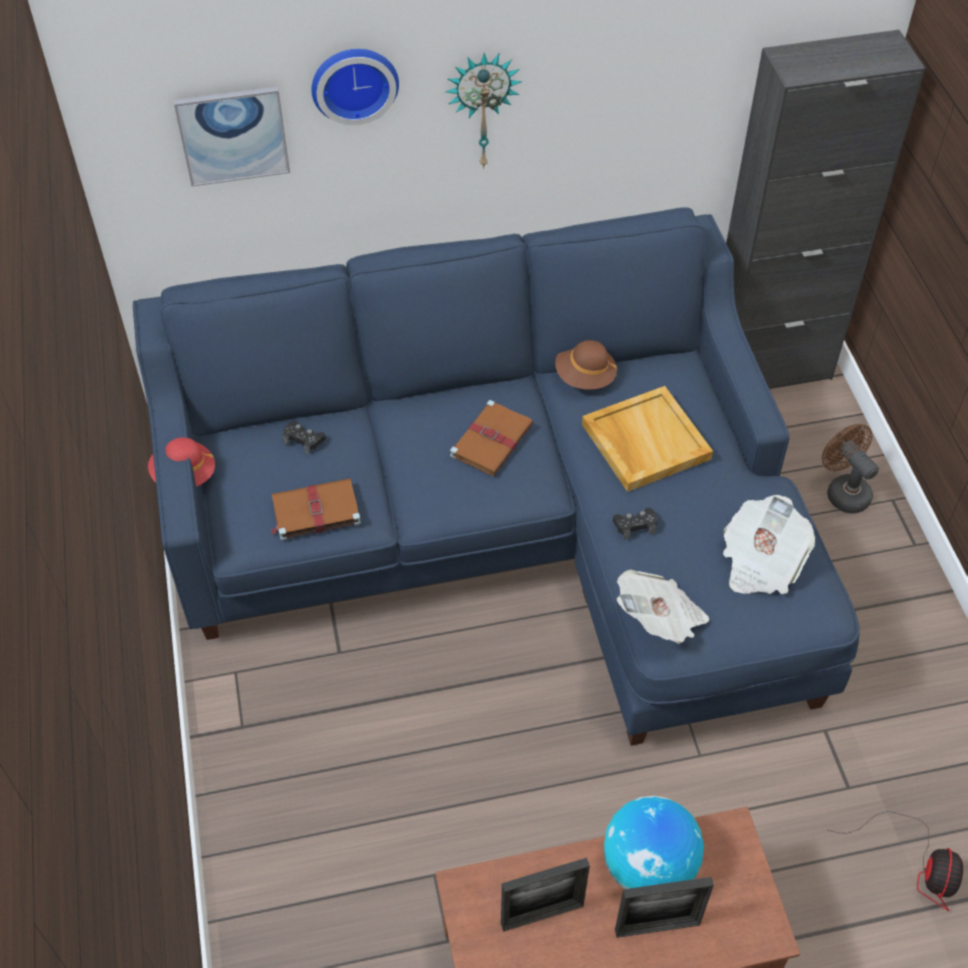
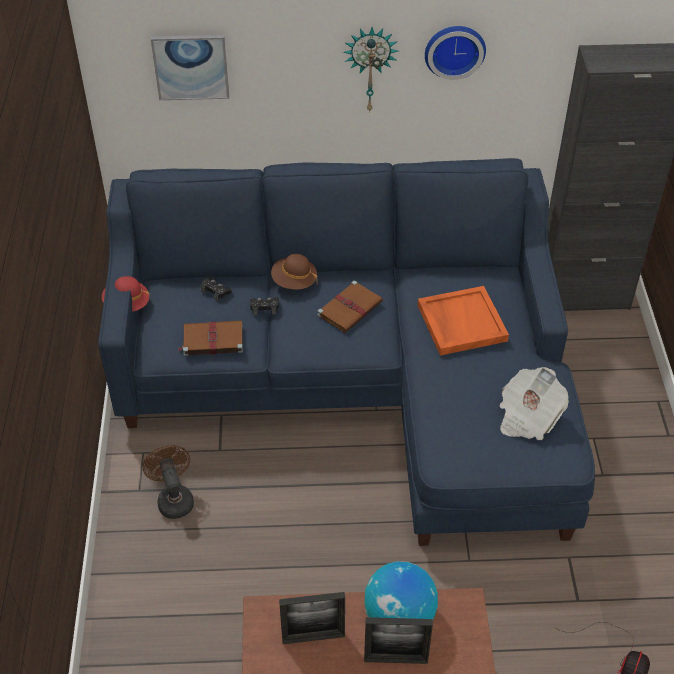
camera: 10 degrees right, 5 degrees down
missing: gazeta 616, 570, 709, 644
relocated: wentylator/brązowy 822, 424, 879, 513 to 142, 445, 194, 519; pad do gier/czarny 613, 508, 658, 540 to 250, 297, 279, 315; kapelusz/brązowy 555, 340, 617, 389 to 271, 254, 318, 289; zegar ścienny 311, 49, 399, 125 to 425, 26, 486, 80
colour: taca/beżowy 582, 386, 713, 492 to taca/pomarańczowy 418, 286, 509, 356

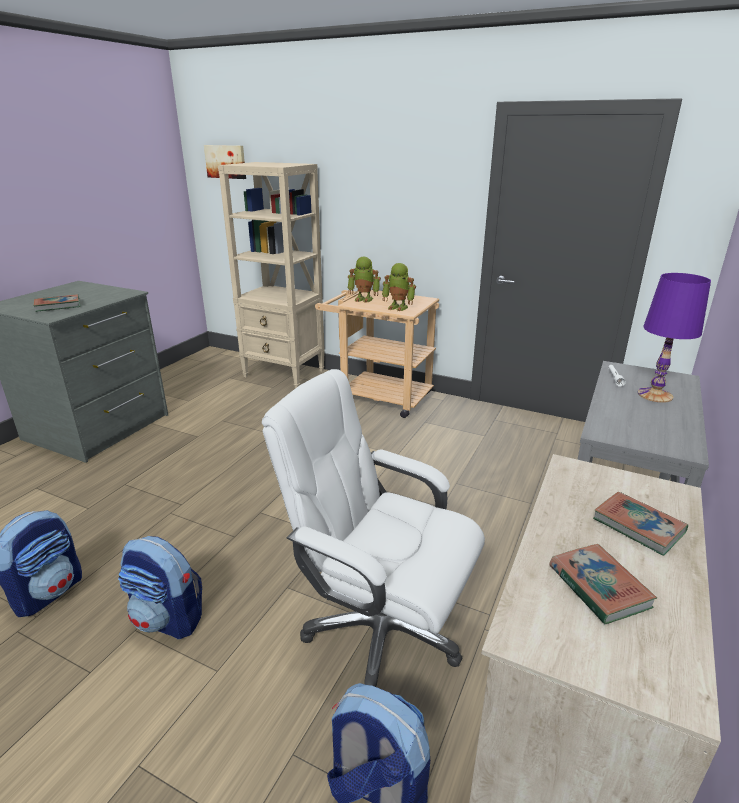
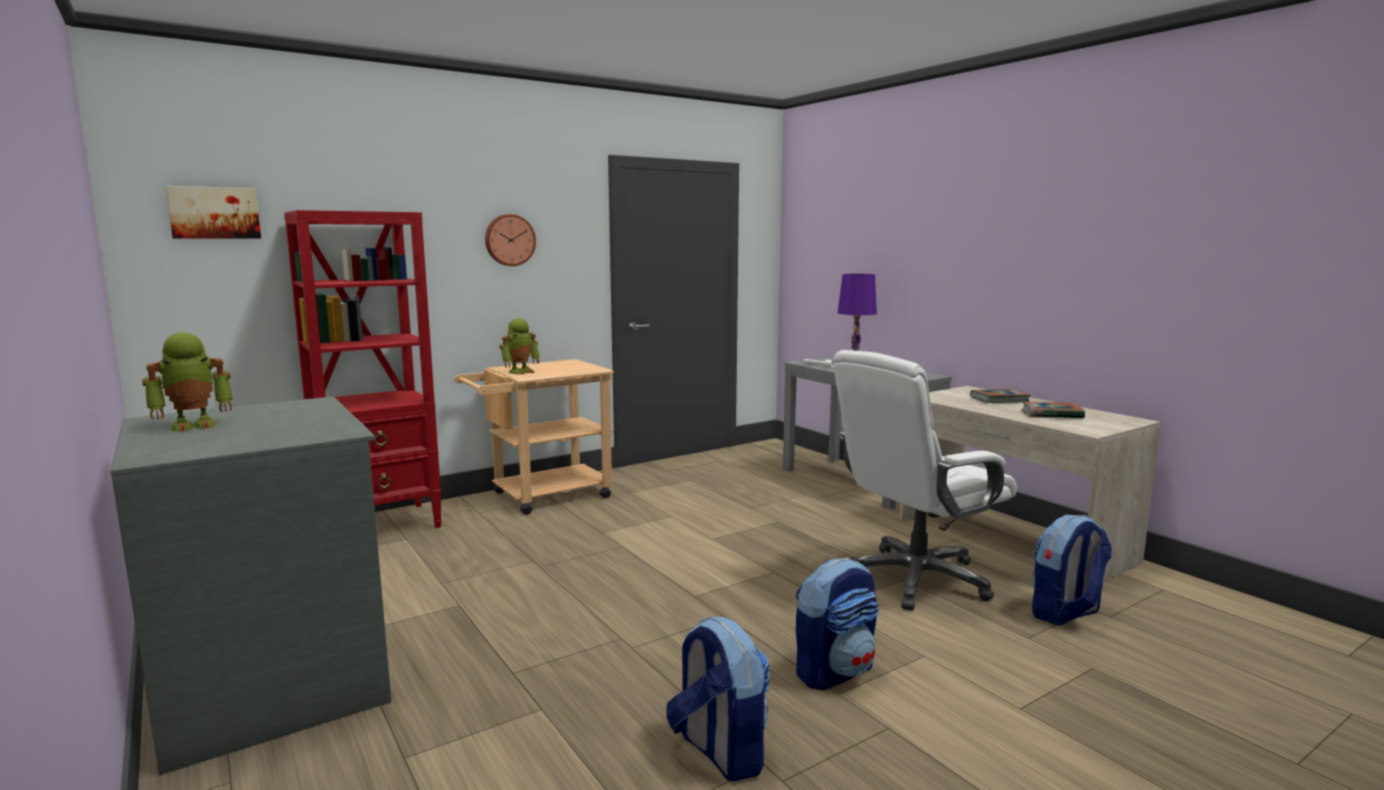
camera: 60 degrees left, 15 degrees down
missing: książka 33, 294, 80, 312
appeared: zegar ścienny 485, 214, 536, 266
relocated: robot zabawkowy 382, 263, 416, 311 to 142, 332, 233, 432
colour: regał/beżowy 218, 162, 325, 388 to regał/czerwony 284, 210, 442, 528

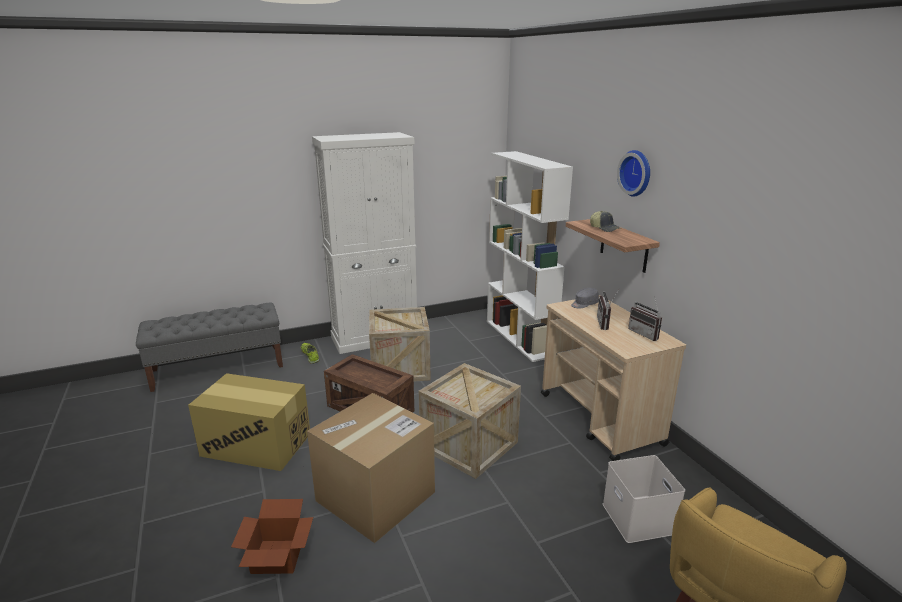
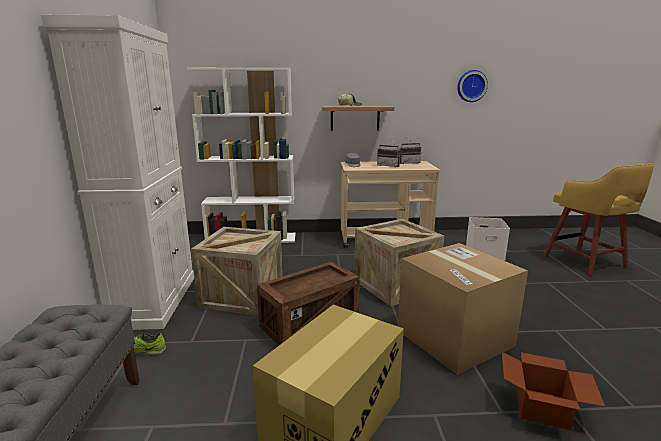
camera: 70 degrees left, 5 degrees down
relocated: zegar ścienny 617, 150, 650, 197 to 457, 70, 488, 102

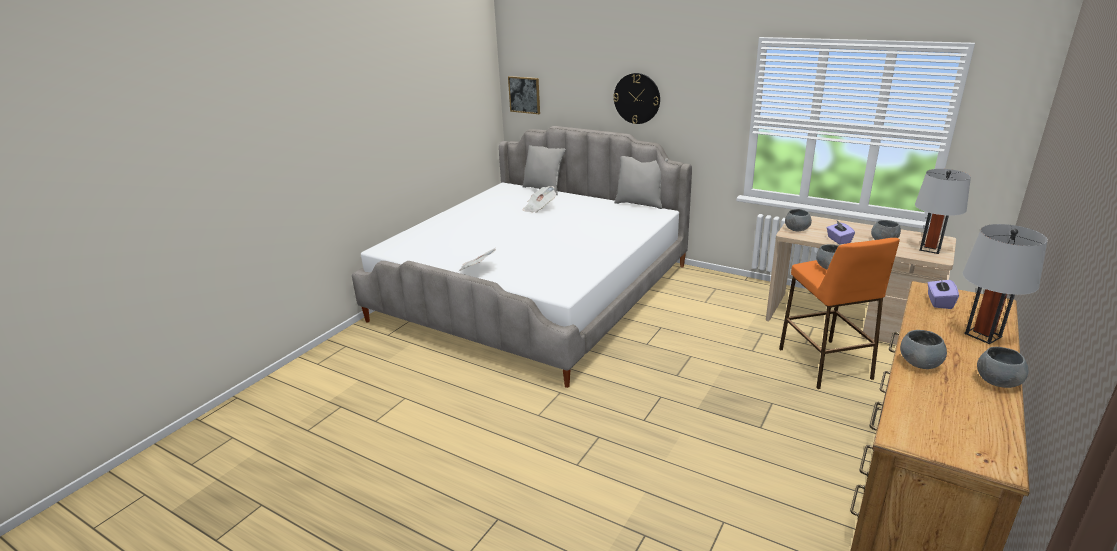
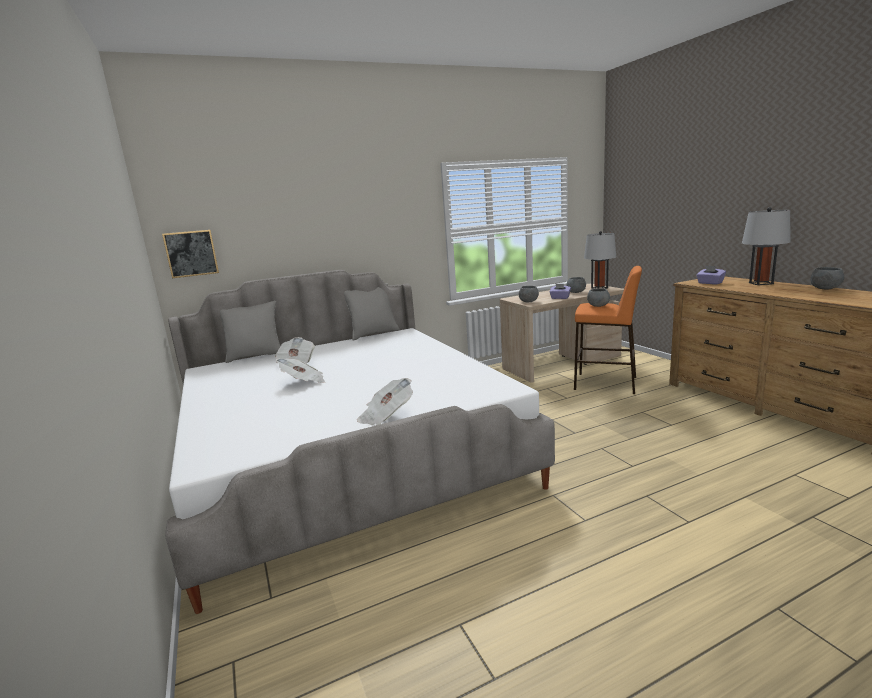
camera: 55 degrees left, 10 degrees down
missing: zegar ścienny 613, 73, 660, 124; miska/szary 900, 330, 947, 369
appeared: gazeta 276, 359, 325, 383

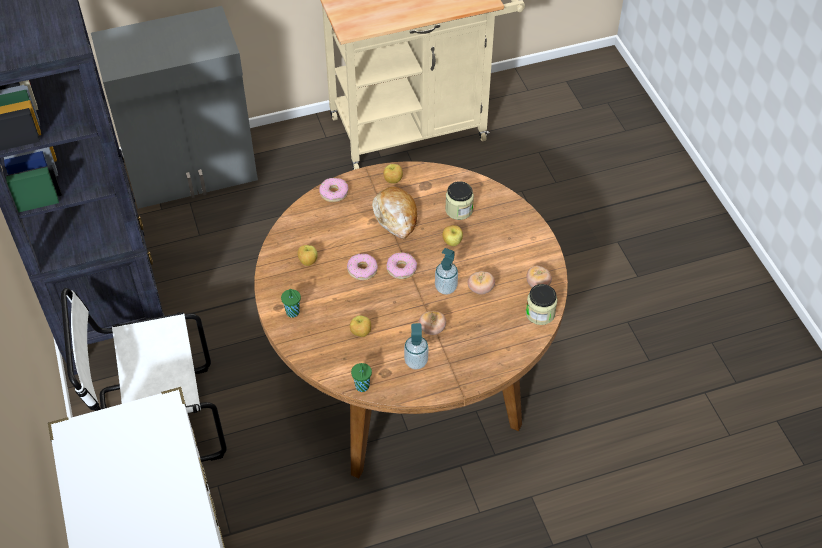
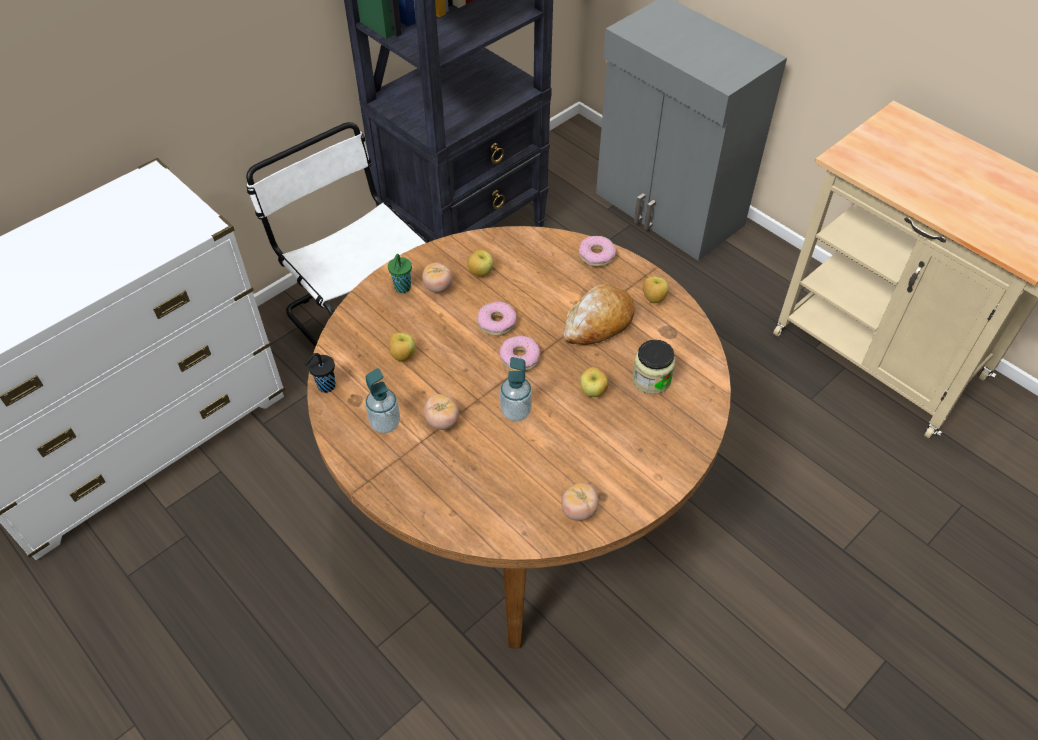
camera: 65 degrees right, 0 degrees up
missing: słoik 526, 284, 558, 325
relocated: pomidor 468, 271, 495, 295 to 422, 262, 453, 293
colour: filiżanka/zielony 351, 363, 372, 392 to filiżanka/czarny 304, 353, 336, 393

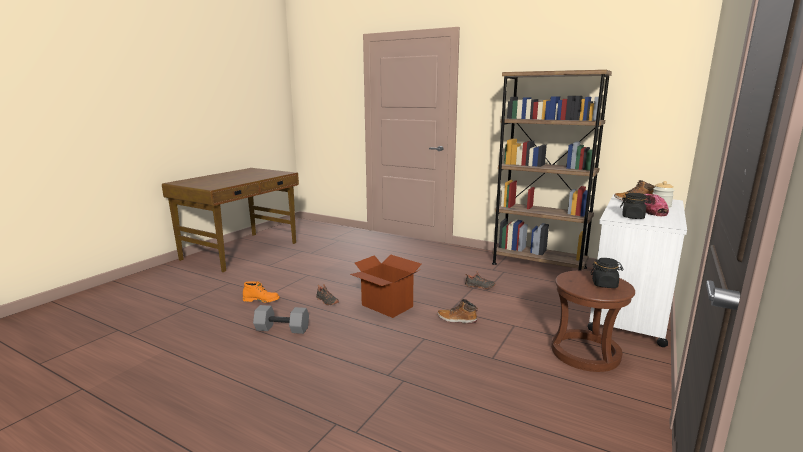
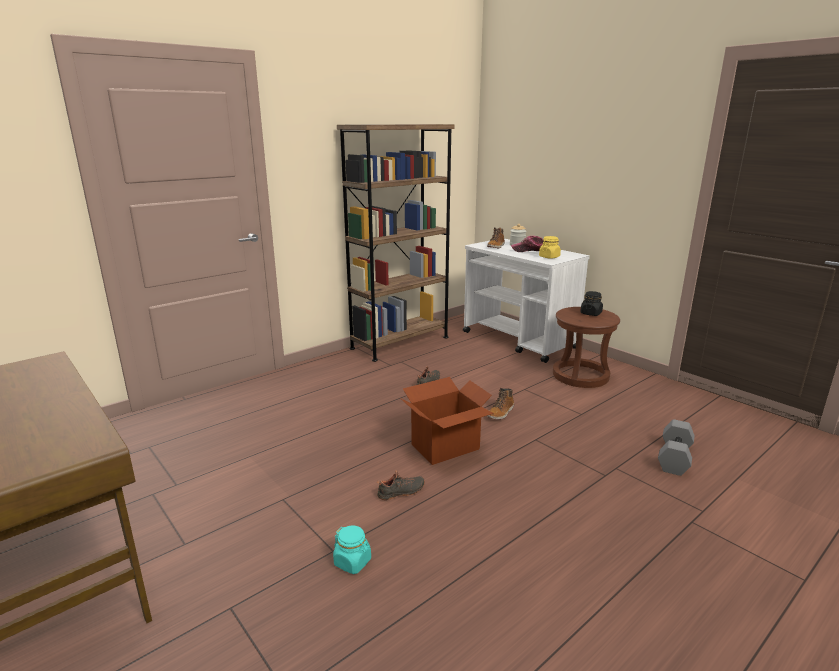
camera: 70 degrees left, 5 degrees up
relocated: hantel/szary 253, 305, 309, 334 to 658, 419, 695, 476
exchanged: but z cholewką/pomarańczowy 243, 281, 280, 303 to słoik/turkusowy 333, 525, 371, 574
colour: słoik/czarny 620, 193, 651, 219 to słoik/żółty 539, 236, 561, 259

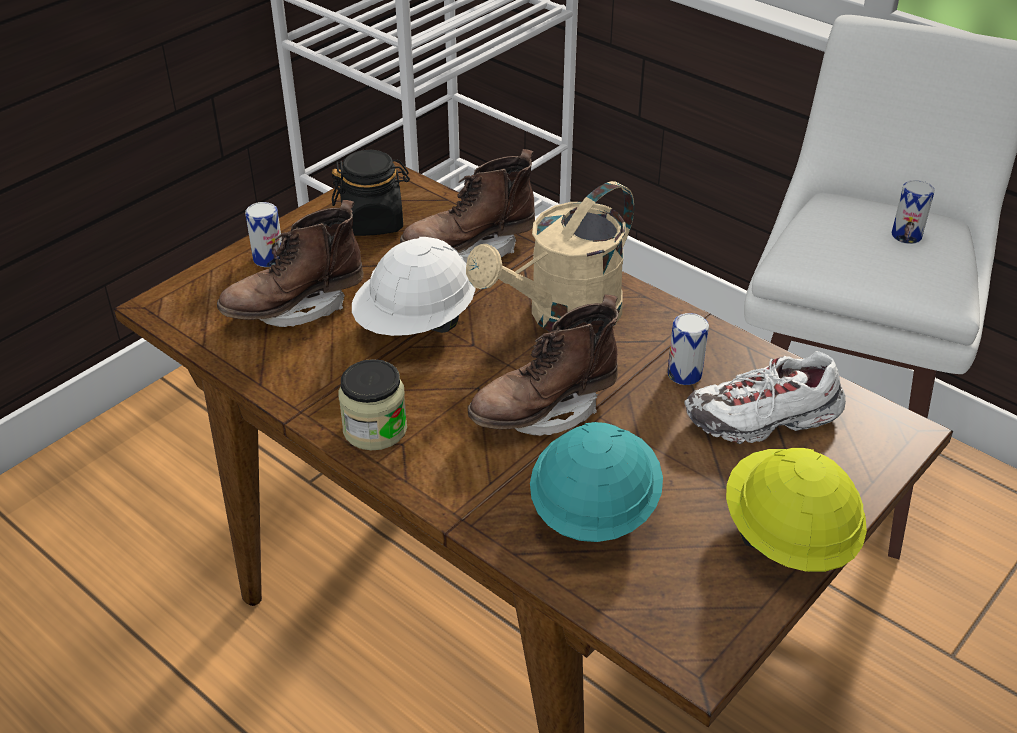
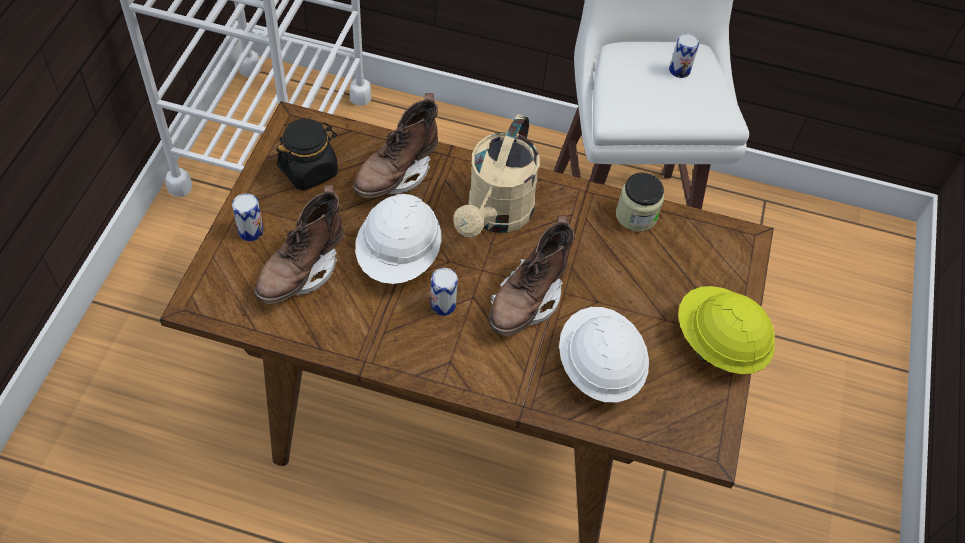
camera: 30 degrees left, 15 degrees up
missing: but/biały 685, 351, 846, 444
relocated: puszka 667, 313, 709, 385 to 430, 268, 458, 316; słoik 338, 359, 407, 450 to 616, 172, 664, 232
colour: kask/turkusowy 530, 422, 663, 542 to kask/biały 559, 307, 649, 403

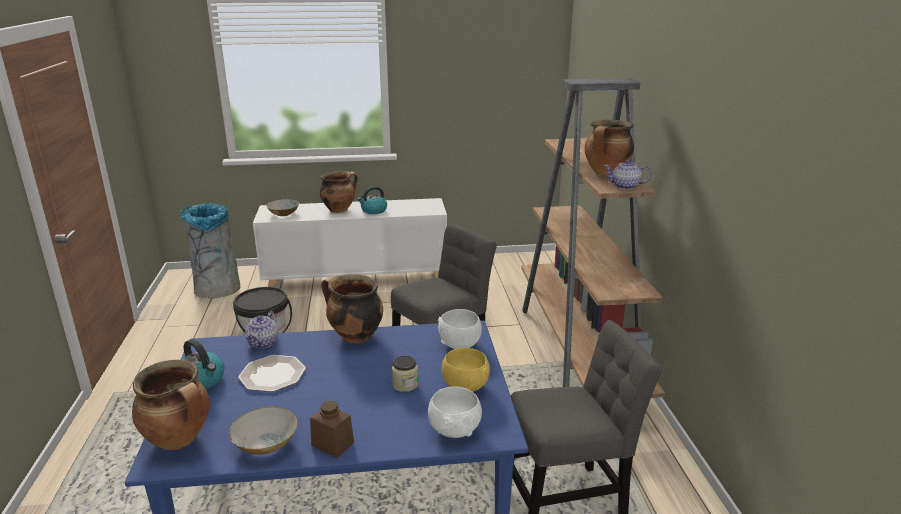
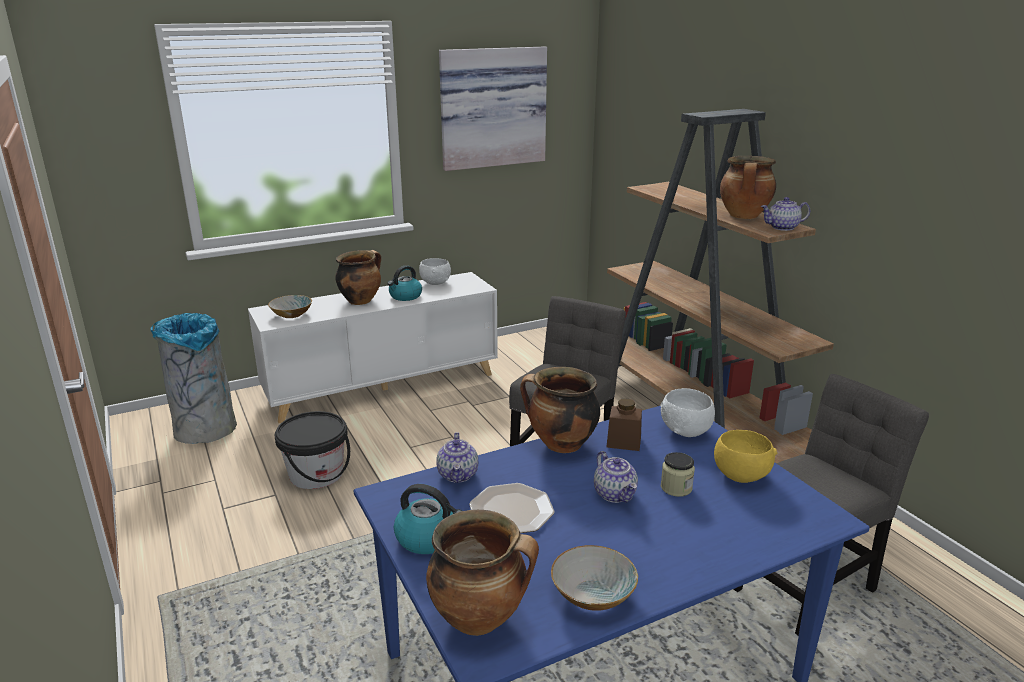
camera: 20 degrees left, 0 degrees up
appeared: obraz 439, 47, 547, 171; imbryk 594, 451, 638, 503
relocated: miska/biały 428, 386, 482, 438 to 419, 258, 451, 285; słoik/brązowy 310, 401, 354, 458 to 606, 398, 642, 451

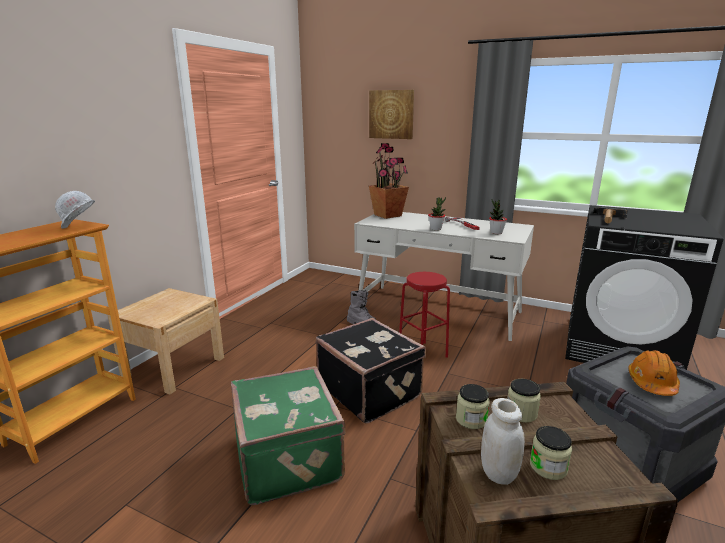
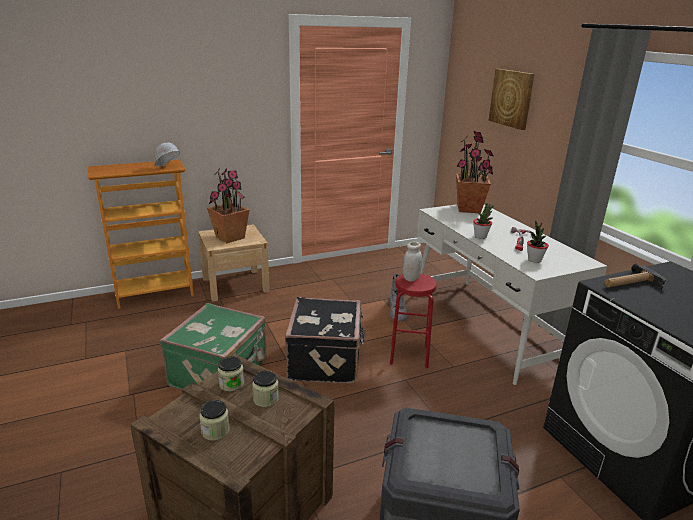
camera: 40 degrees right, 5 degrees up
missing: kask/pomarańczowy 629, 350, 680, 396
appeared: roślina doniczkowa 207, 167, 249, 243
relocated: słoik/biały 481, 398, 525, 485 to 403, 242, 422, 282

